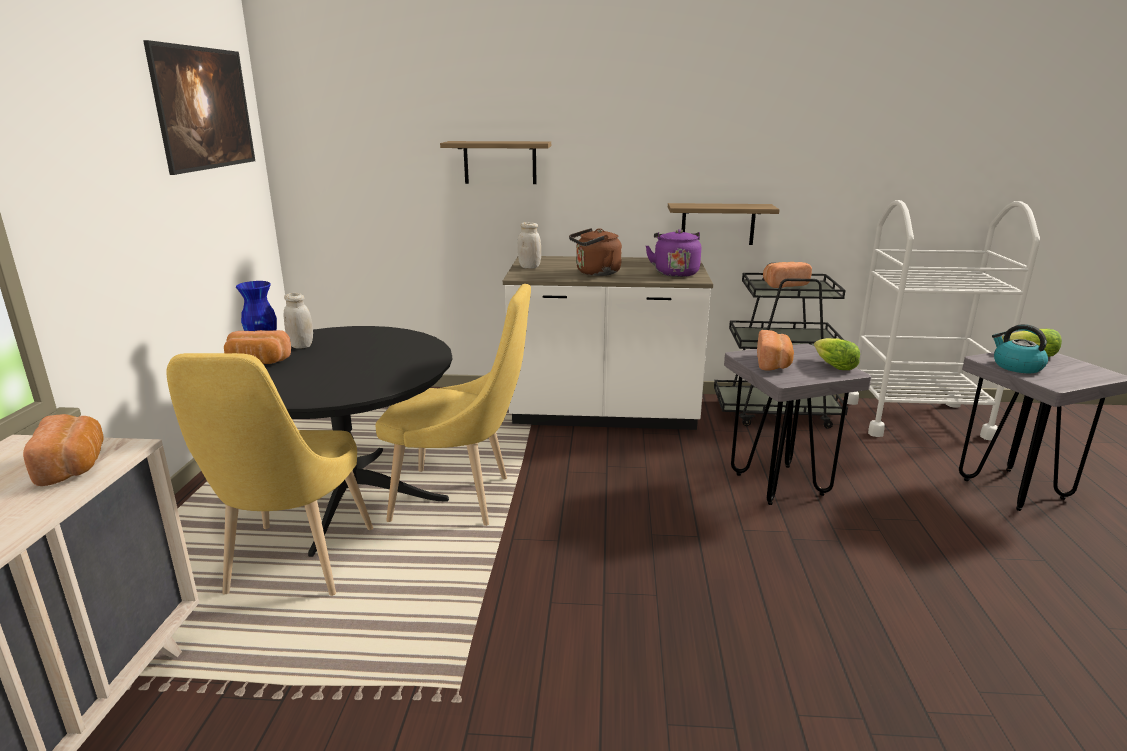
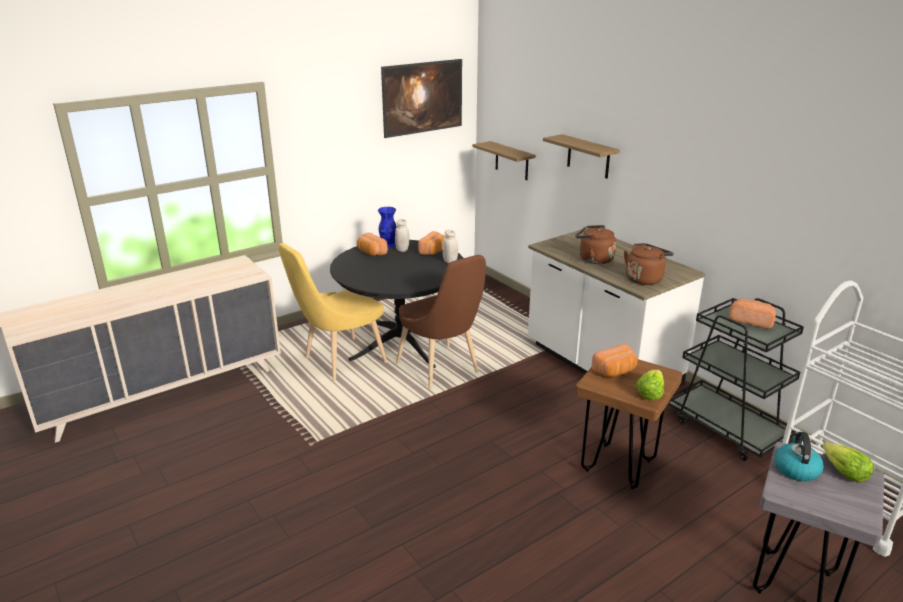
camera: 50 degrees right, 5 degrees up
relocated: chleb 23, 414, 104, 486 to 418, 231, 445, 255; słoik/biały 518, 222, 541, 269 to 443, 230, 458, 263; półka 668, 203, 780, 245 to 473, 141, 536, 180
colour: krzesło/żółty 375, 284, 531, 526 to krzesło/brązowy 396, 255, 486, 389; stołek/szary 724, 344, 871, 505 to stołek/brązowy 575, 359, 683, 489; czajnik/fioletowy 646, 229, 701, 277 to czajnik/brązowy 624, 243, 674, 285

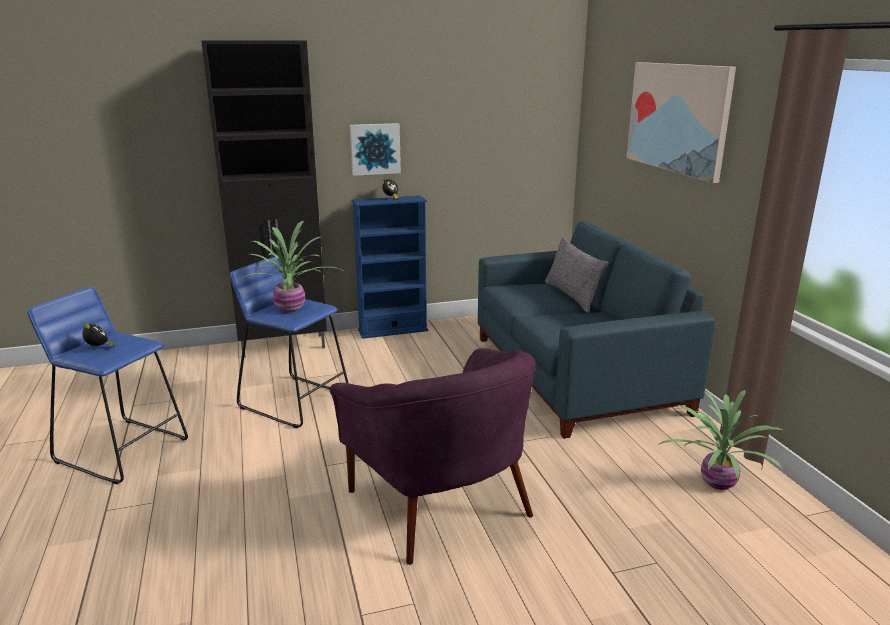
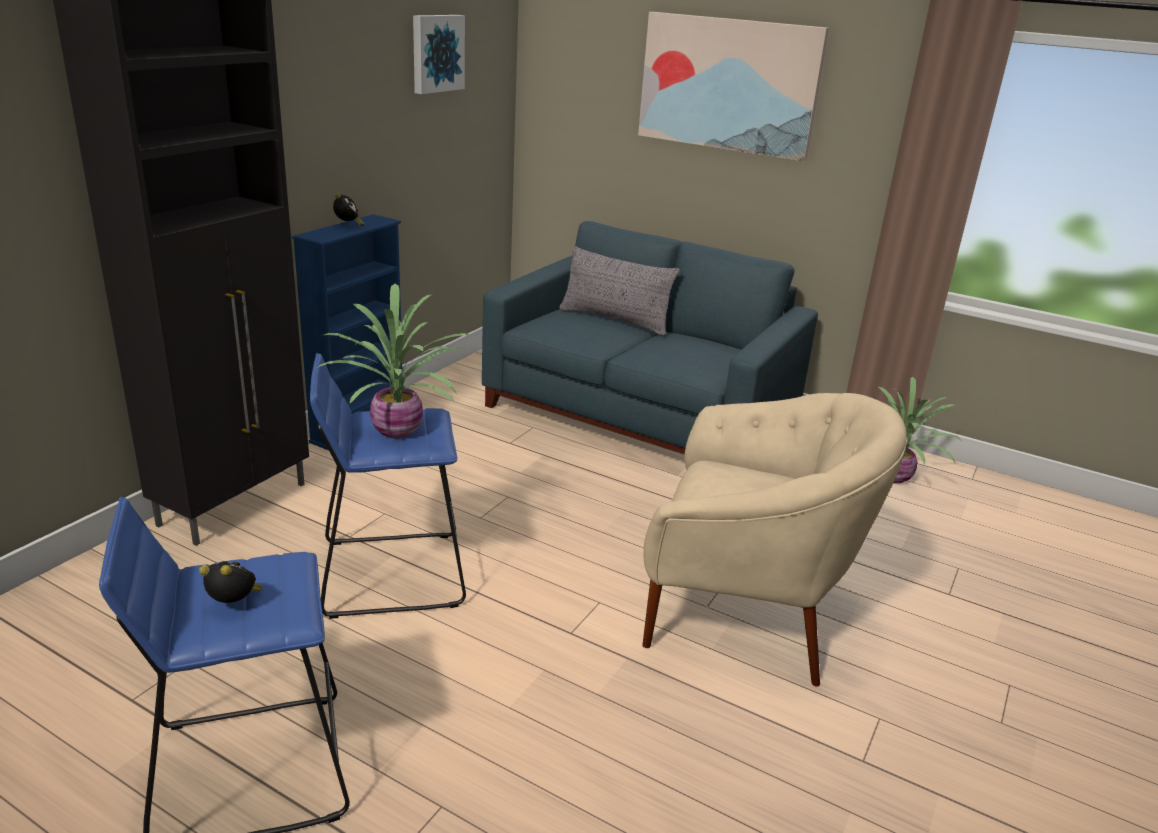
camera: 45 degrees left, 5 degrees up
relocated: obraz 350, 123, 401, 176 to 413, 15, 465, 94
colour: fotel/fioletowy 330, 348, 536, 565 to fotel/beżowy 643, 393, 908, 686

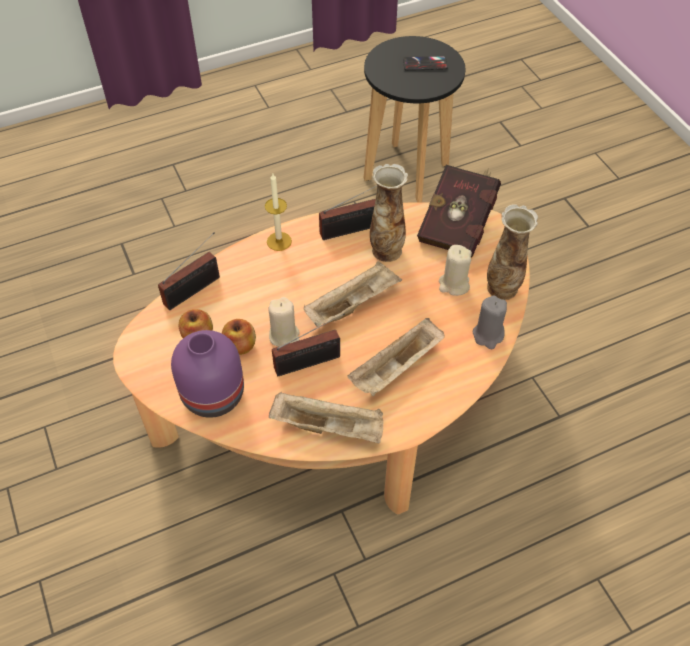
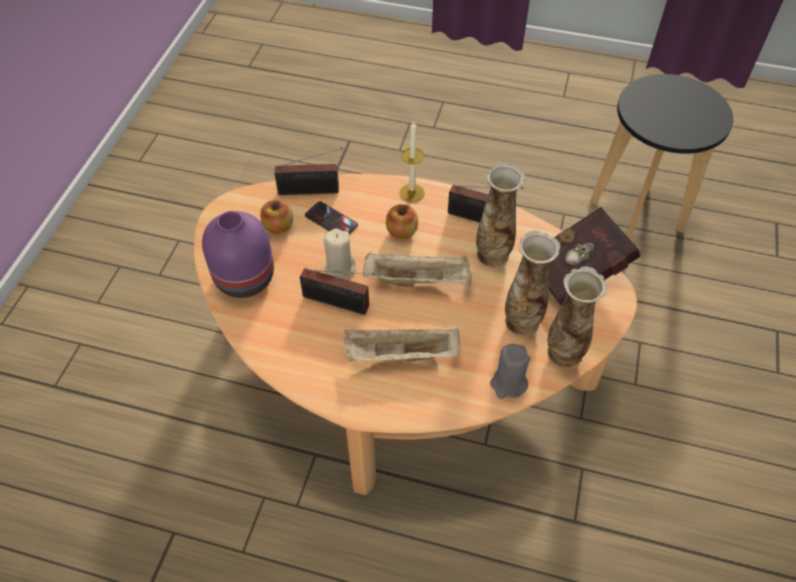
camera: 40 degrees right, 0 degrees up
missing: taca/beżowy 269, 391, 384, 443
relocated: telefon 403, 56, 448, 71 to 305, 201, 358, 234; jabłko 222, 319, 256, 355 to 386, 204, 418, 240
exchanged: świeca/beżowy 439, 245, 472, 296 to wazon 505, 231, 560, 336

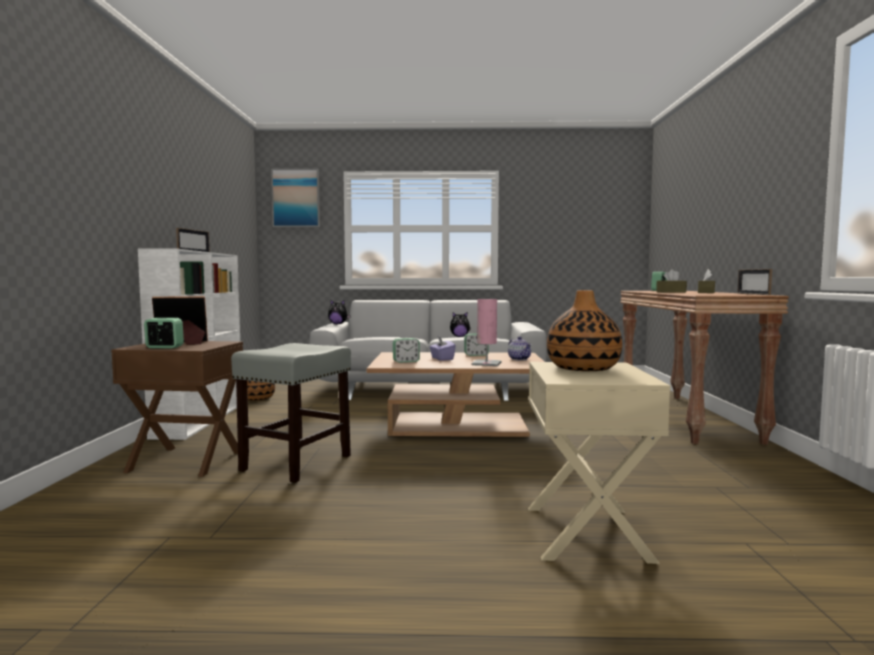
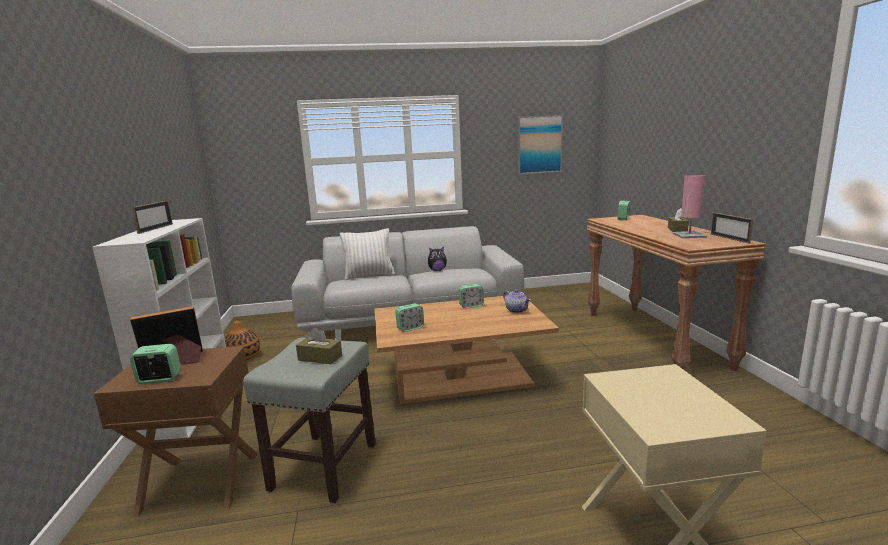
camera: 10 degrees left, 10 degrees up
missing: pluszak 328, 300, 351, 324; pudełko chusteczek/fioletowy 429, 336, 456, 361; wazon 547, 290, 622, 371
appeared: poduszka/biały 340, 228, 395, 280
relocated: pudełko chusteczek/brązowy 656, 269, 687, 293 to 296, 327, 342, 364; obraz 271, 168, 320, 227 to 518, 115, 563, 174; lampa stołowa/różowy 472, 299, 502, 366 to 673, 175, 707, 238

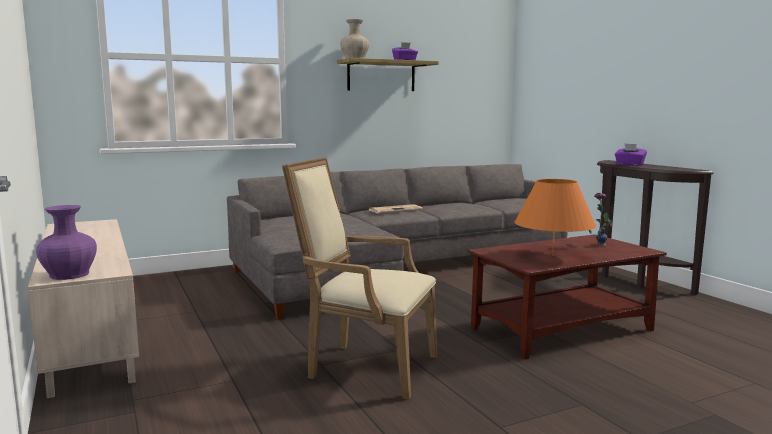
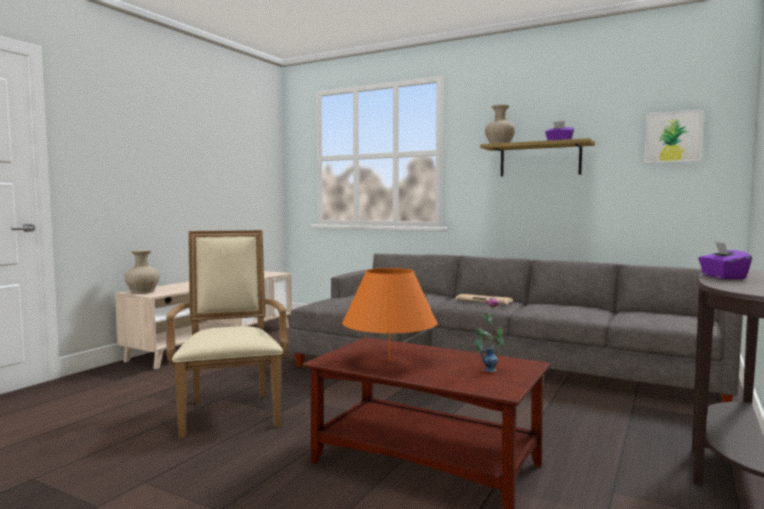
camera: 55 degrees right, 5 degrees down
appeared: obraz 644, 109, 704, 163
colour: wazon/fioletowy 36, 205, 97, 280 to wazon/beżowy 124, 250, 160, 294

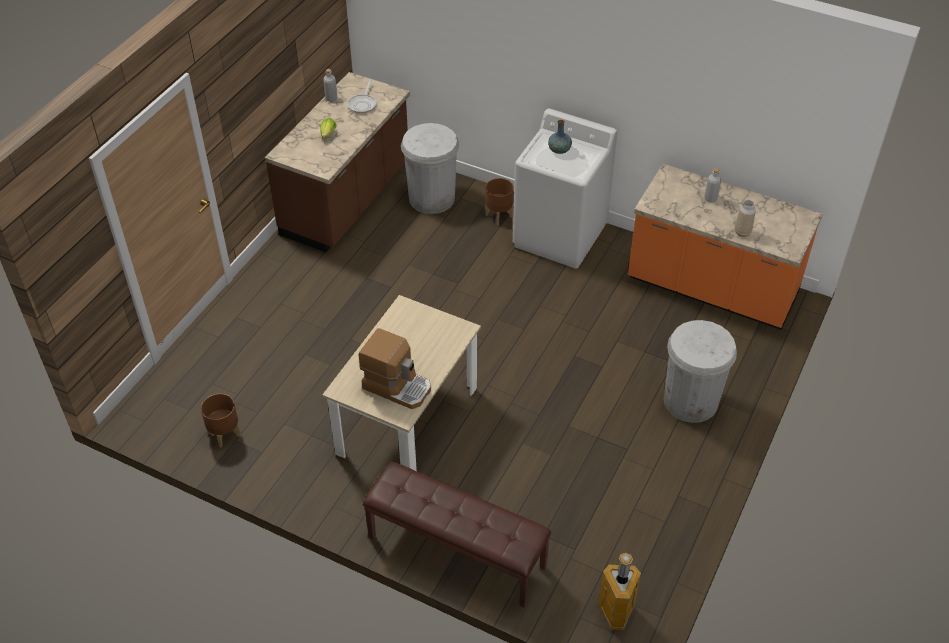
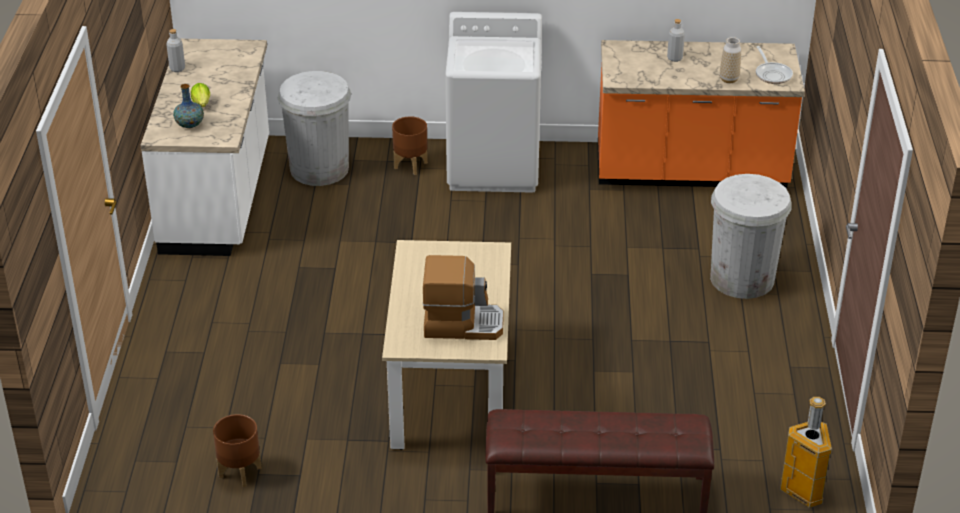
camera: 25 degrees left, 10 degrees down
relocated: wazon 548, 120, 572, 154 to 173, 84, 204, 128; patelnia 348, 80, 376, 113 to 756, 46, 793, 84
colour: zabudowa kuchenna/brązowy 265, 72, 410, 252 to zabudowa kuchenna/biały 141, 39, 269, 256

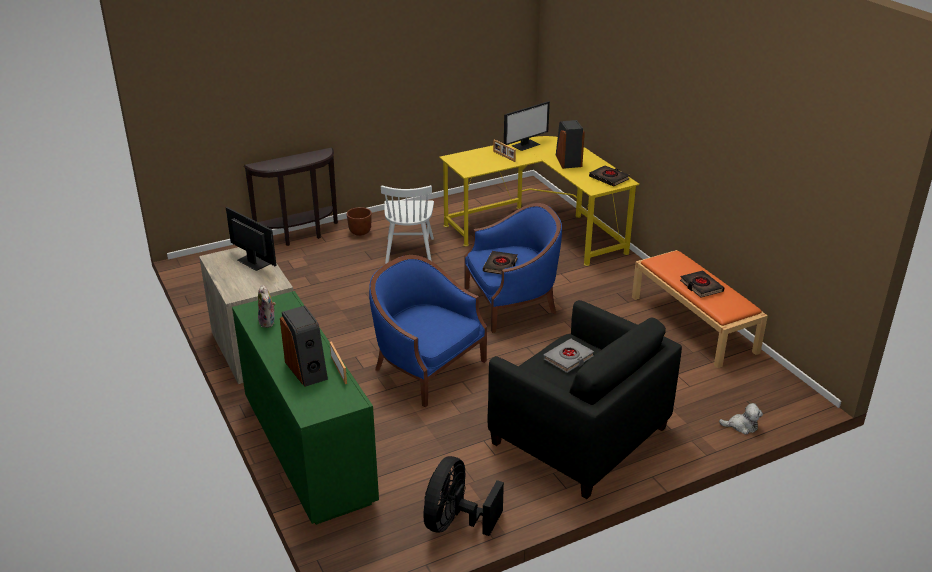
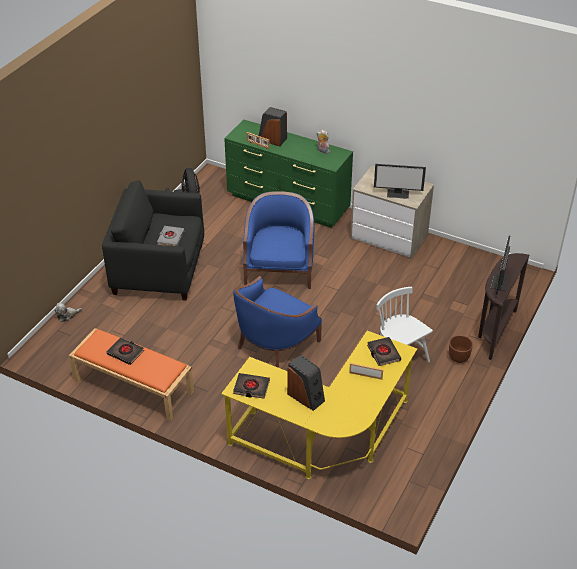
camera: 145 degrees right, 10 degrees up
relocated: książka/czarny 483, 251, 518, 275 to 367, 337, 401, 366; monitor 504, 101, 550, 151 to 491, 236, 510, 295
spun: fotel/niebieski 369, 255, 487, 407 = 243, 191, 314, 289 90 degrees counterclockwise

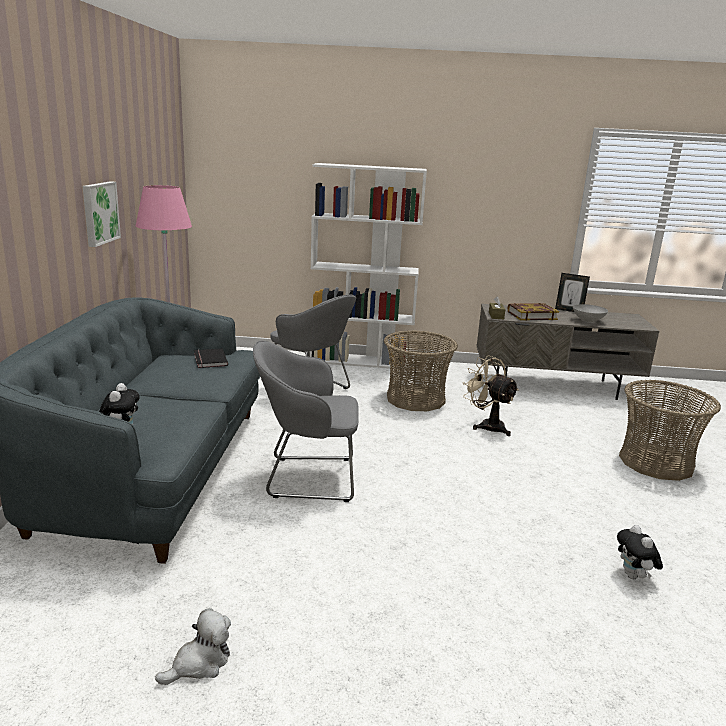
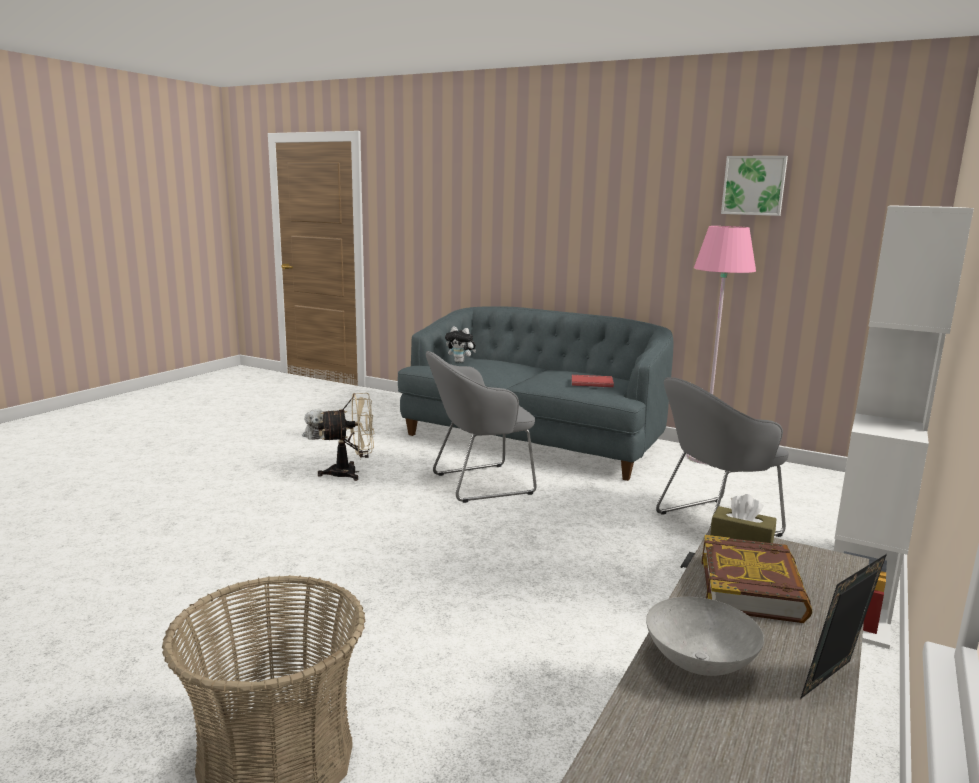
camera: 115 degrees right, 5 degrees down
missing: koszyk 384, 330, 458, 411; pluszak 617, 525, 663, 579
relocated: wentylator/beżowy 463, 355, 519, 436 to 318, 393, 374, 481; obraz 83, 181, 121, 247 to 721, 156, 788, 216
colour: książka/czarny 194, 349, 228, 368 to książka/czerwony 571, 375, 614, 388
spun: fotel/szary 253, 341, 359, 502 = 426, 351, 537, 503 135 degrees counterclockwise

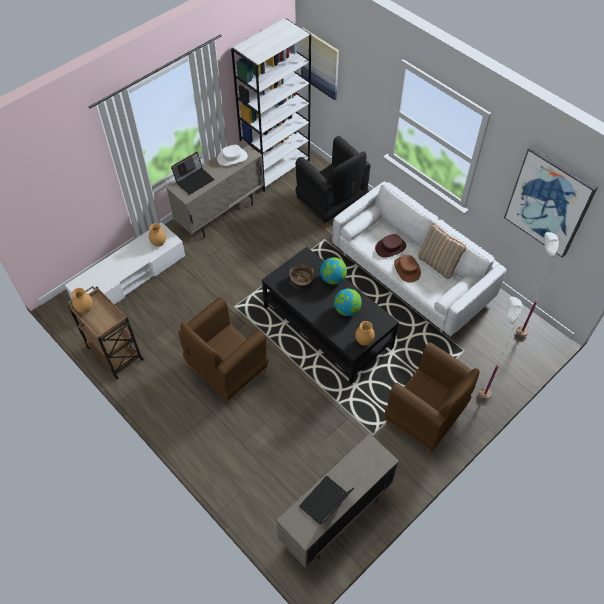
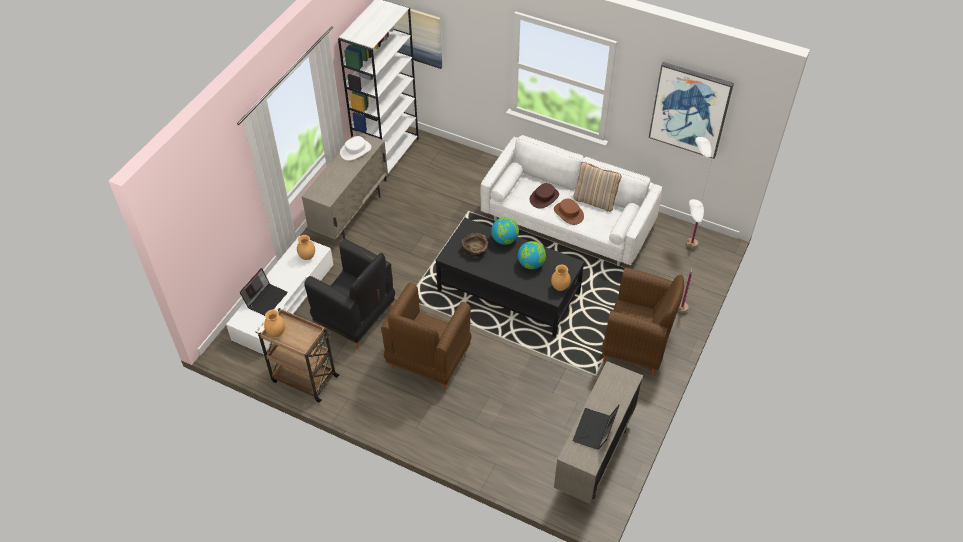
camera: 20 degrees left, 5 degrees down
relocated: laptop 171, 152, 214, 195 to 240, 268, 288, 316; fotel/czarny 295, 136, 371, 229 to 304, 239, 395, 348

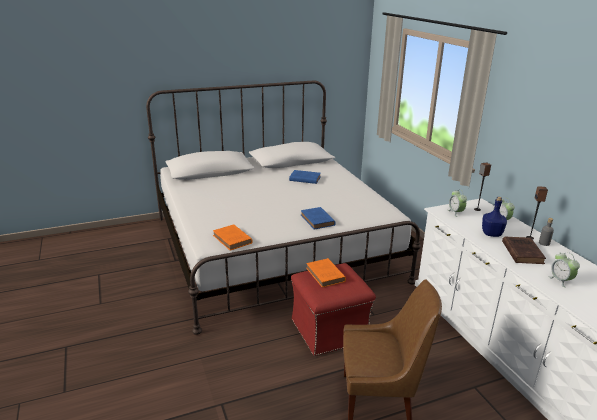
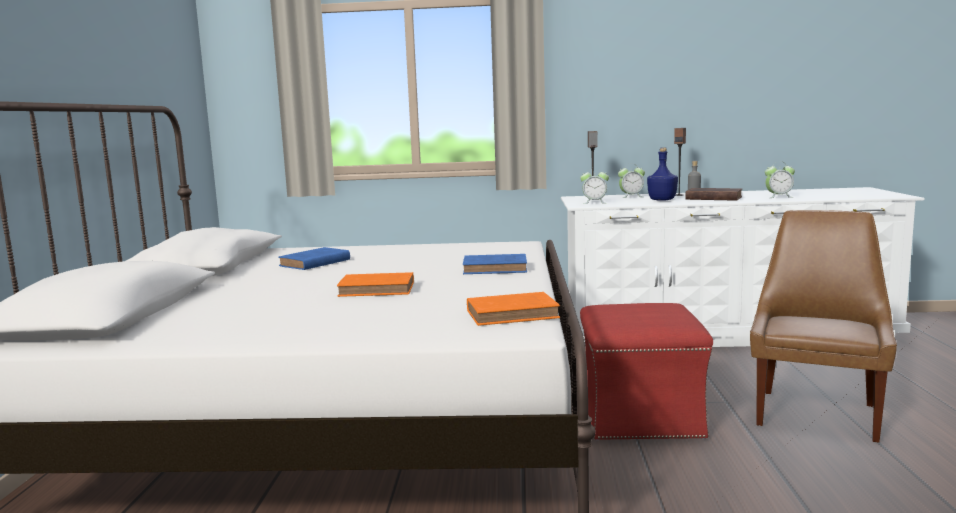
camera: 65 degrees left, 15 degrees down
relocated: książka/pomarańczowy 306, 258, 346, 287 to 337, 272, 414, 297

